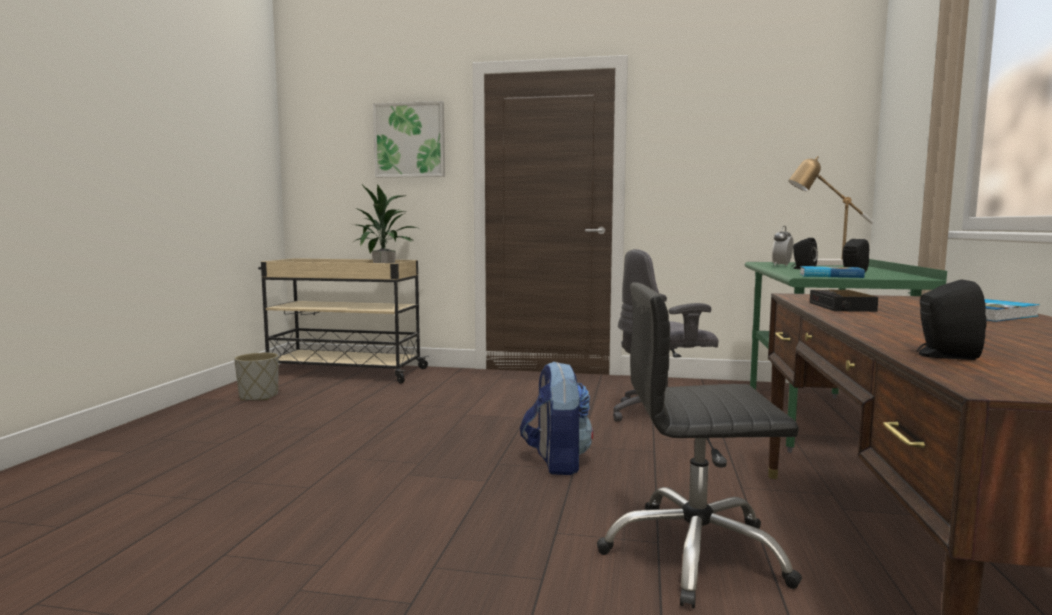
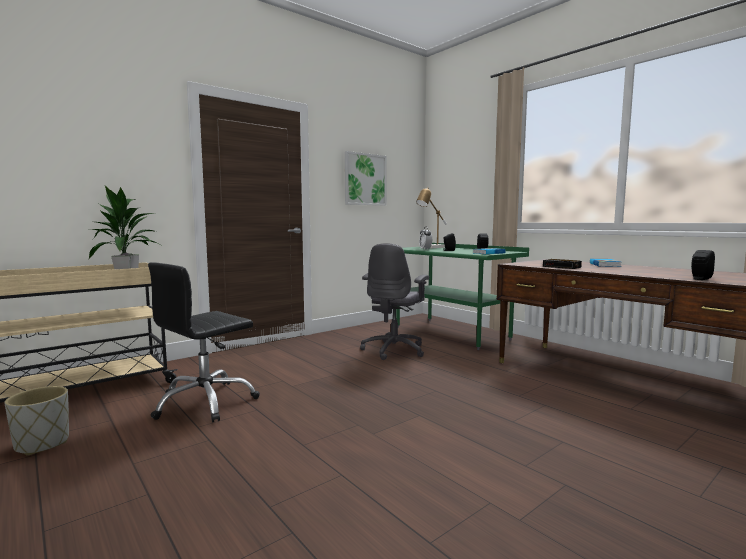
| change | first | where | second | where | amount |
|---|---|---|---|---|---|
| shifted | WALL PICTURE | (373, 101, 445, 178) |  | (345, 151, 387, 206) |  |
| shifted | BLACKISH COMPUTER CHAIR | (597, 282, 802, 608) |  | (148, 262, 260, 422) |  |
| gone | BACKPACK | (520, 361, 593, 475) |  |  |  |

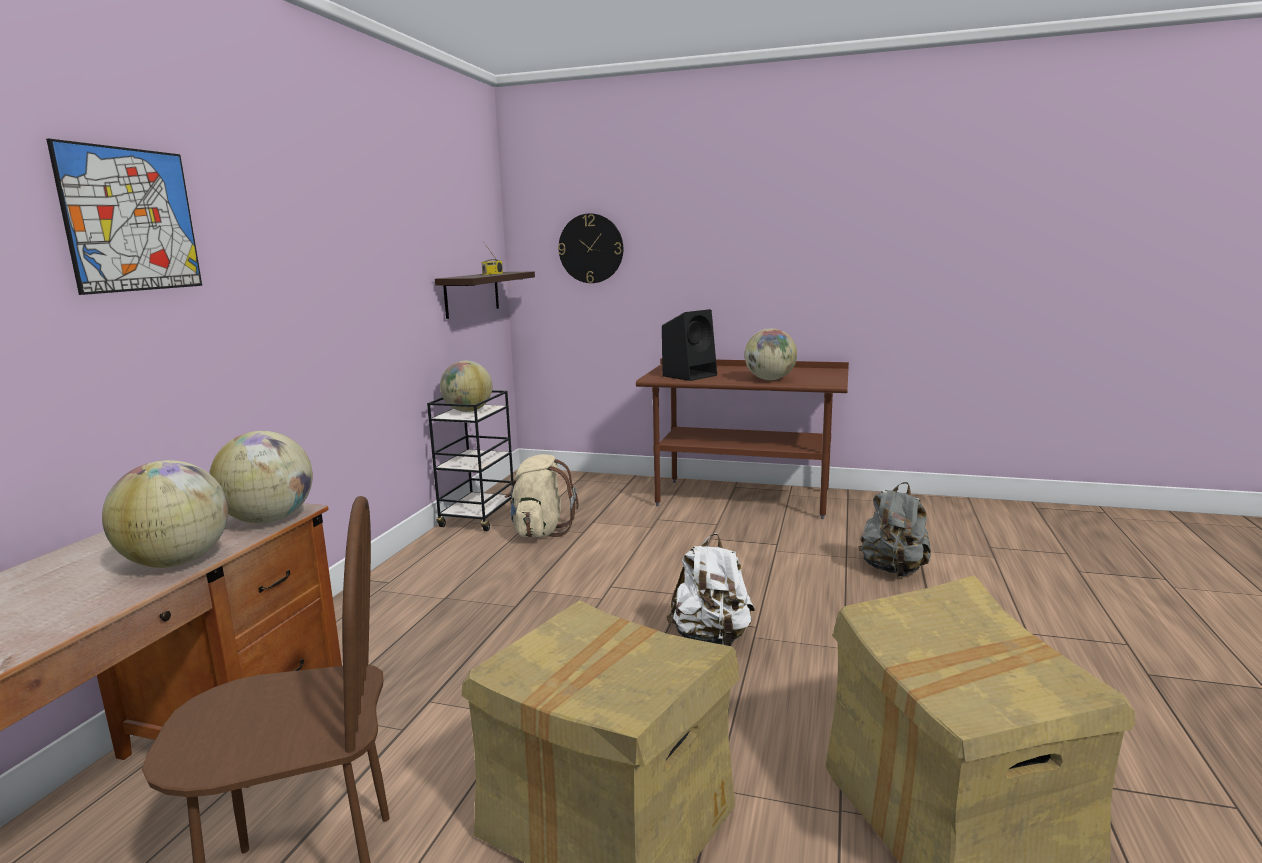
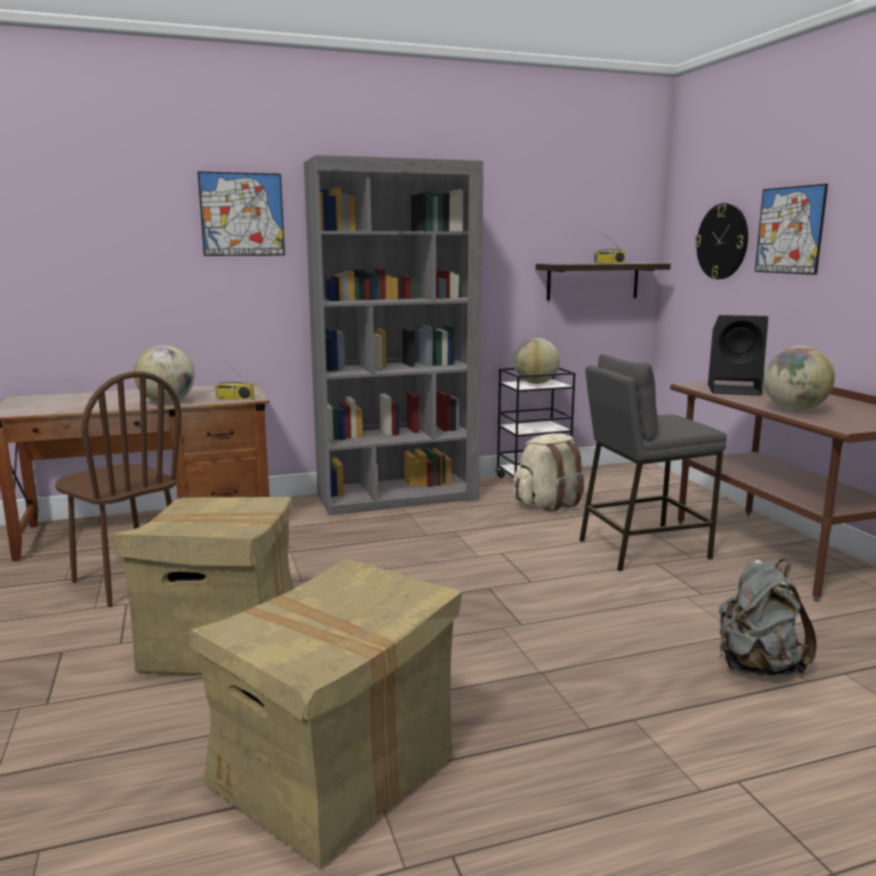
| change | first | where | second | where | amount |
|---|---|---|---|---|---|
| swapped | WORLD GLOBE | (209, 431, 313, 524) | RADIO | (215, 362, 254, 400) |  |
| gone | WHITE-COLOURED BACKPACK | (667, 533, 755, 646) |  |  |  |
| new |  |  | GRAY SHELVING UNIT | (304, 155, 483, 516) |  |
| new |  |  | WALL PICTURE | (755, 184, 828, 275) |  |
| new |  |  | GRAY STOOL SEAT | (579, 354, 727, 571) |  |

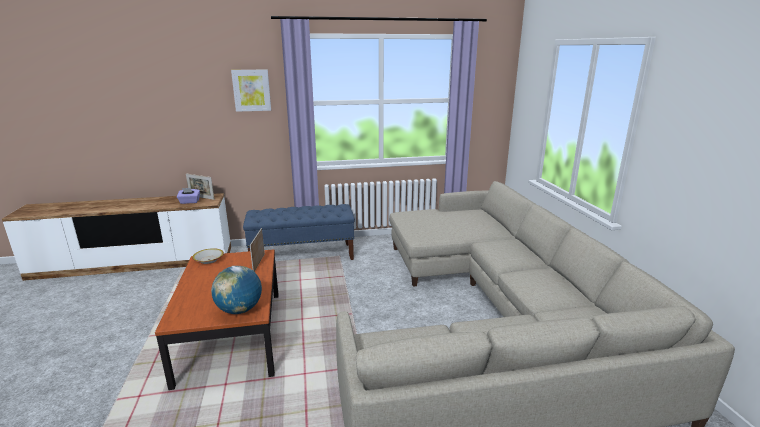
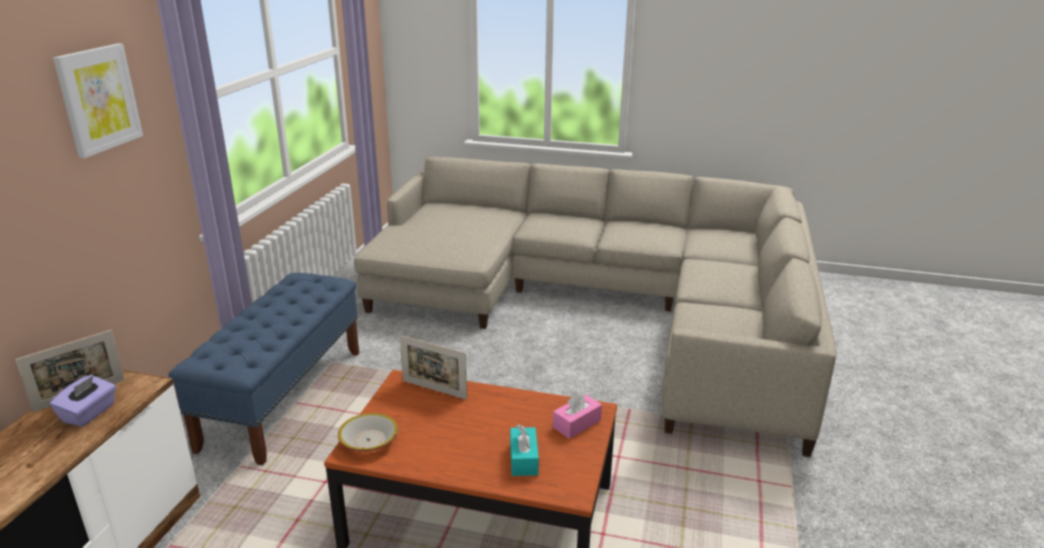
| change | first | where | second | where | amount |
|---|---|---|---|---|---|
| swapped | WORLD GLOBE | (211, 266, 262, 314) | PINK TISSUE HOLDER | (553, 391, 602, 439) |  |
| new |  |  | TURQUOISE TISSUE HOLDER | (510, 424, 539, 476) |  |

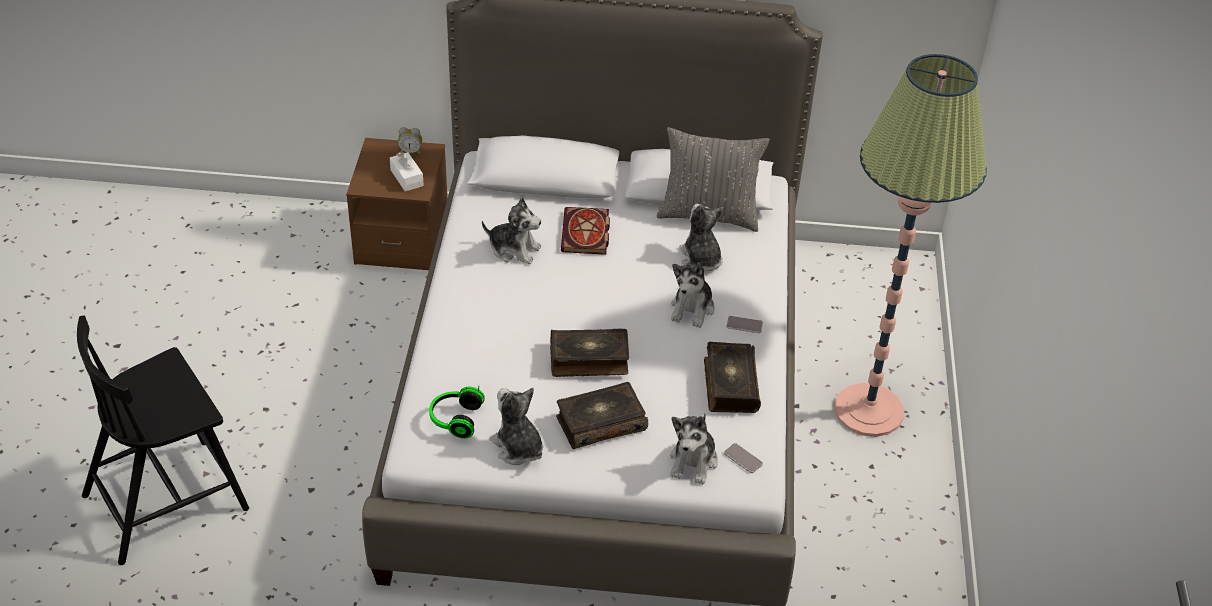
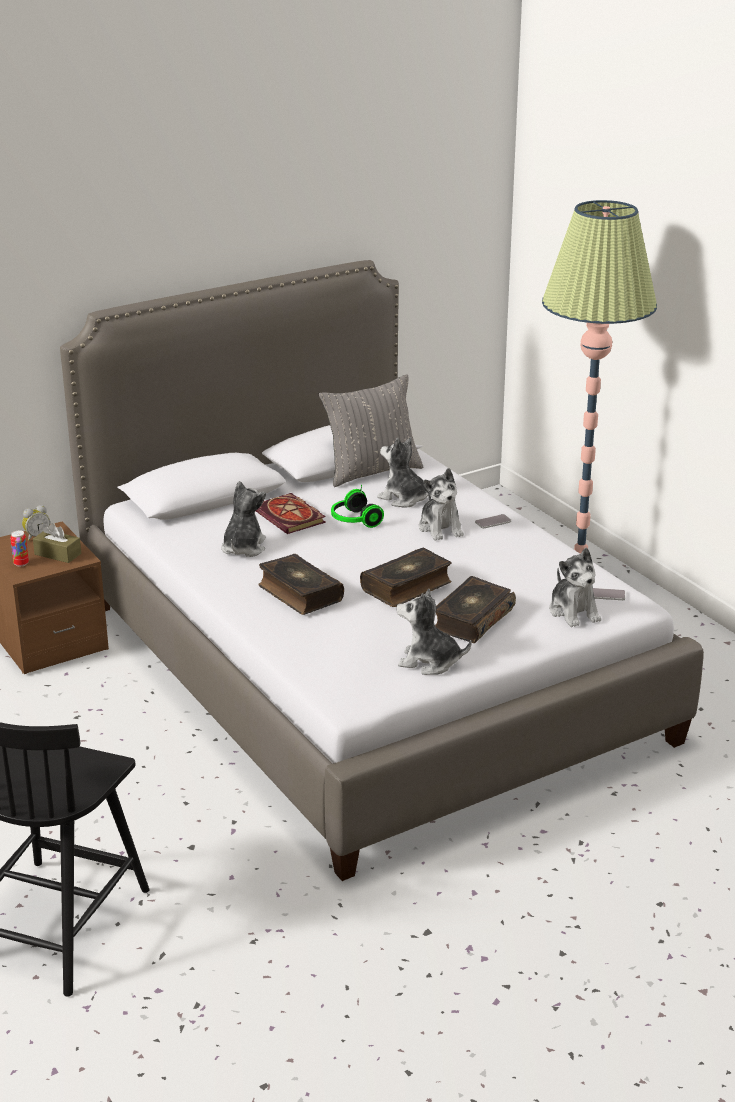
| change | first | where | second | where | amount |
|---|---|---|---|---|---|
| repainted | WHITE-COLOURED TISSUE HOLDER | (390, 152, 424, 191) | BROWNISH TISSUE HOLDER | (33, 523, 81, 563) |  |
| rotated | PLUSH TOY | (482, 197, 541, 264) |  | (221, 481, 266, 557) | 60 degrees counterclockwise |
| shifted | VOLUME | (704, 342, 761, 413) |  | (258, 554, 344, 615) |  |
| shifted | PAIR OF HEADPHONES | (429, 386, 485, 439) |  | (331, 484, 384, 528) |  |
| new |  |  | SEALED CAN | (10, 530, 29, 567) |  |

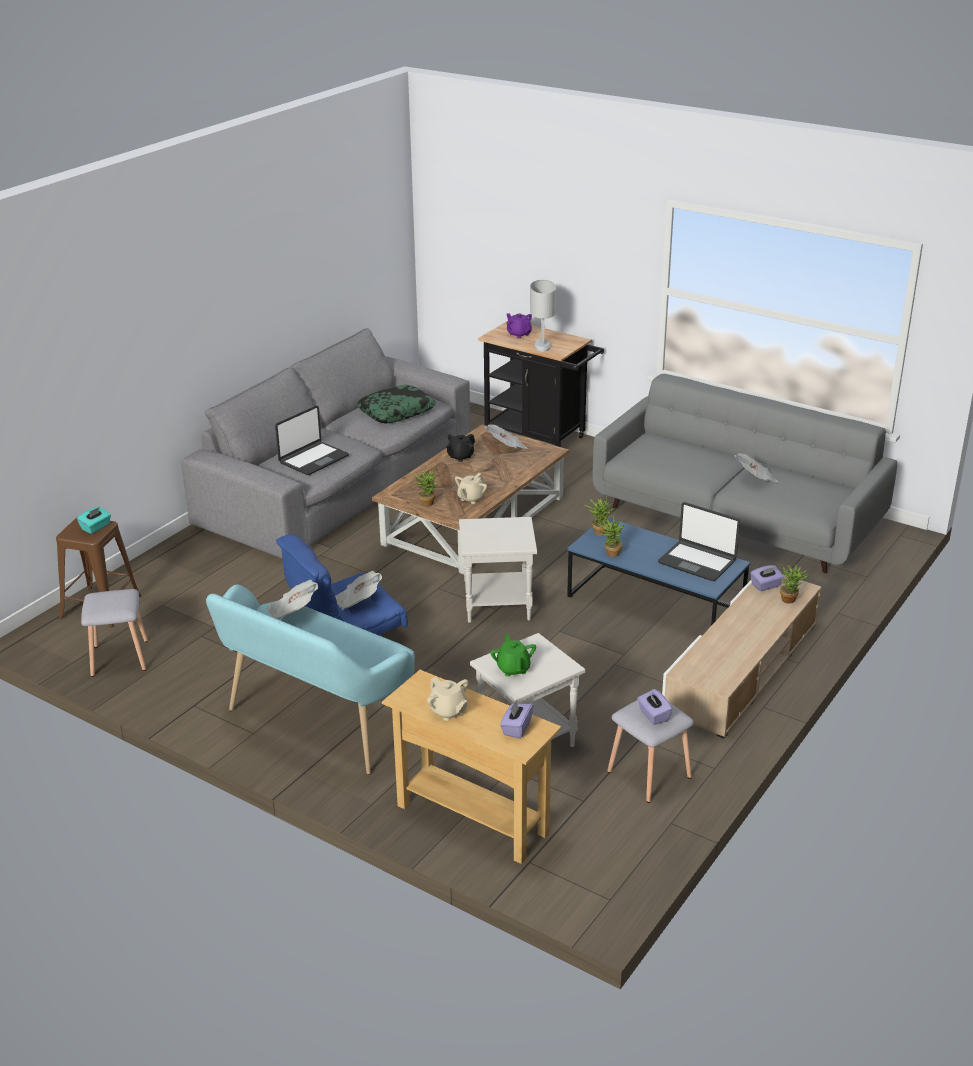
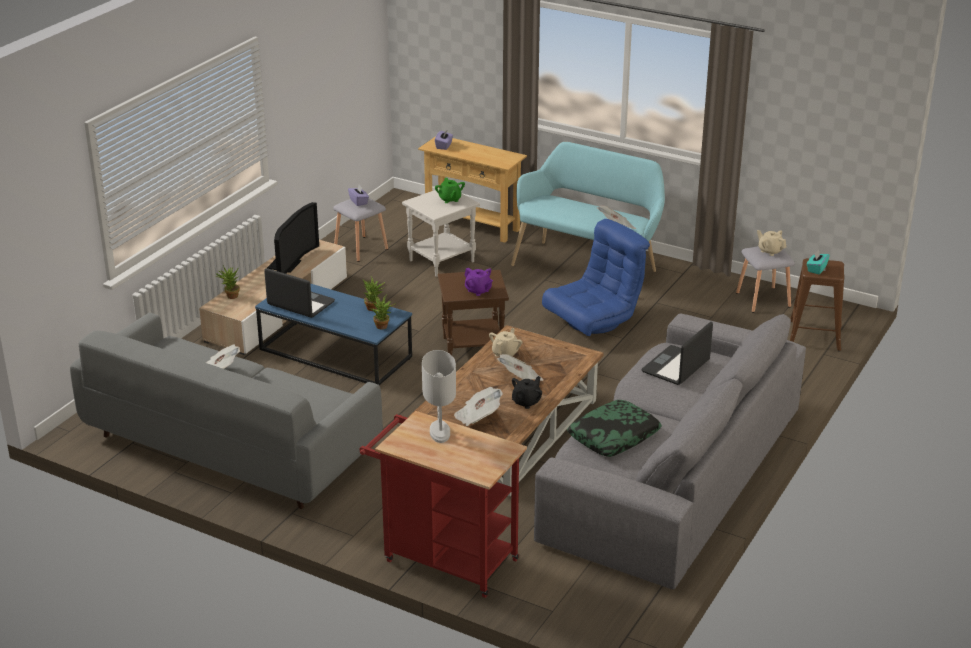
| change | first | where | second | where | amount |
|---|---|---|---|---|---|
| shifted | PURPLE-COLOURED TEA POT | (506, 313, 532, 338) |  | (465, 268, 493, 296) |  |
| repainted | BLACKISH TROLLEY | (478, 322, 604, 447) | REDDISH TROLLEY | (360, 411, 527, 598) |  |
| gone | HOUSEPLANT | (413, 471, 438, 506) |  |  |  |
| repainted | WHITE-COLOURED END TABLE | (459, 517, 537, 623) | BROWNISH END TABLE | (438, 270, 509, 355) |  |
| gone | PURPLE-COLOURED TISSUE HOLDER | (750, 565, 784, 591) |  |  |  |
| shifted | DAILY PAPER | (335, 571, 382, 610) |  | (497, 354, 544, 381) |  |
| shifted | SAND-COLOURED TEA POT | (427, 677, 468, 721) |  | (757, 230, 786, 256) |  |
| new |  |  | TELEVISION | (267, 202, 319, 274) |  |

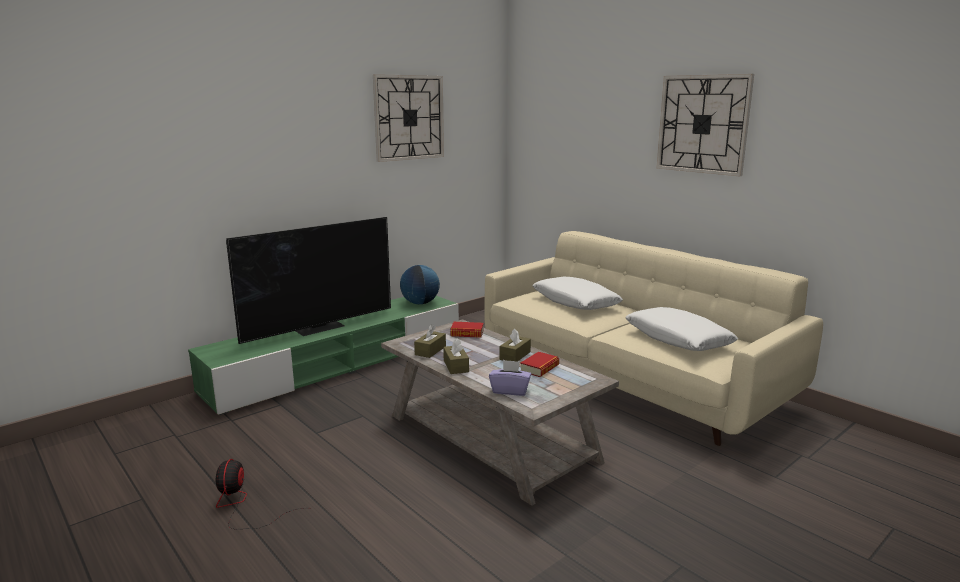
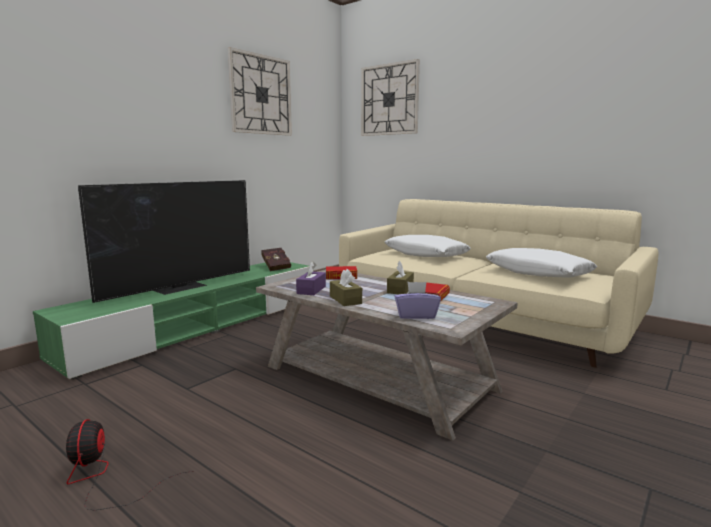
| change | first | where | second | where | amount |
|---|---|---|---|---|---|
| shifted | CLOCK ON THE WALL | (656, 74, 754, 176) |  | (361, 59, 420, 136) |  |
| swapped | WORLD GLOBE | (400, 265, 440, 305) | REDDISH VOLUME | (261, 248, 291, 271) |  |
| repainted | BROWNISH TISSUE HOLDER | (414, 324, 446, 358) | PURPLE-COLOURED TISSUE HOLDER | (296, 261, 326, 295) |  |

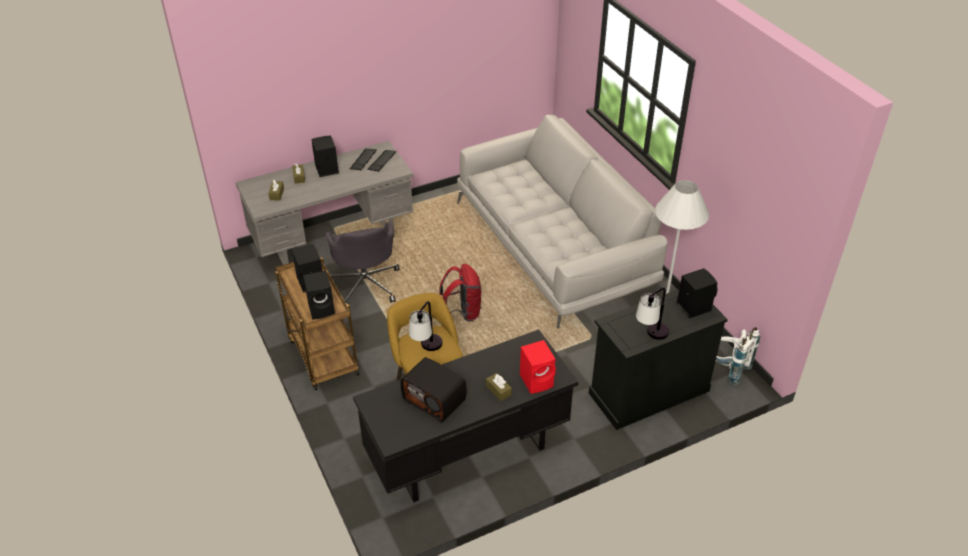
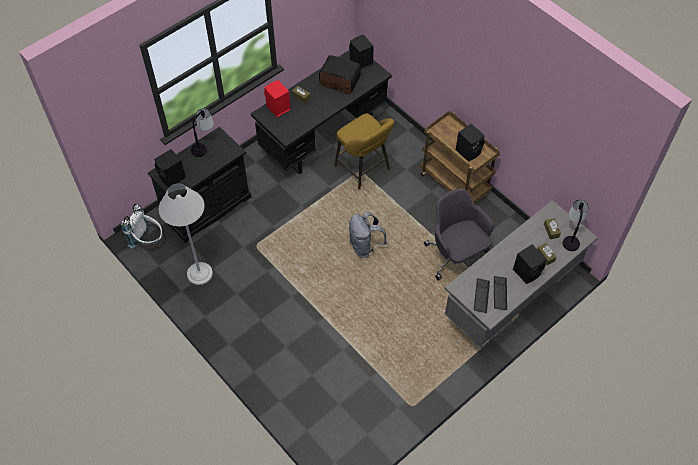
| change | first | where | second | where | amount |
|---|---|---|---|---|---|
| gone | GRAY SOFA | (457, 115, 667, 329) |  |  |  |
| repainted | REDDISH BACKPACK | (439, 264, 481, 322) | GRAY BACKPACK | (349, 212, 387, 258) |  |
| shifted | BLACKISH AUDIO SPEAKER | (303, 271, 335, 319) |  | (349, 35, 374, 70) |  |
| shifted | LAMP FOR A TABLE | (409, 301, 442, 351) |  | (563, 199, 589, 251) |  |

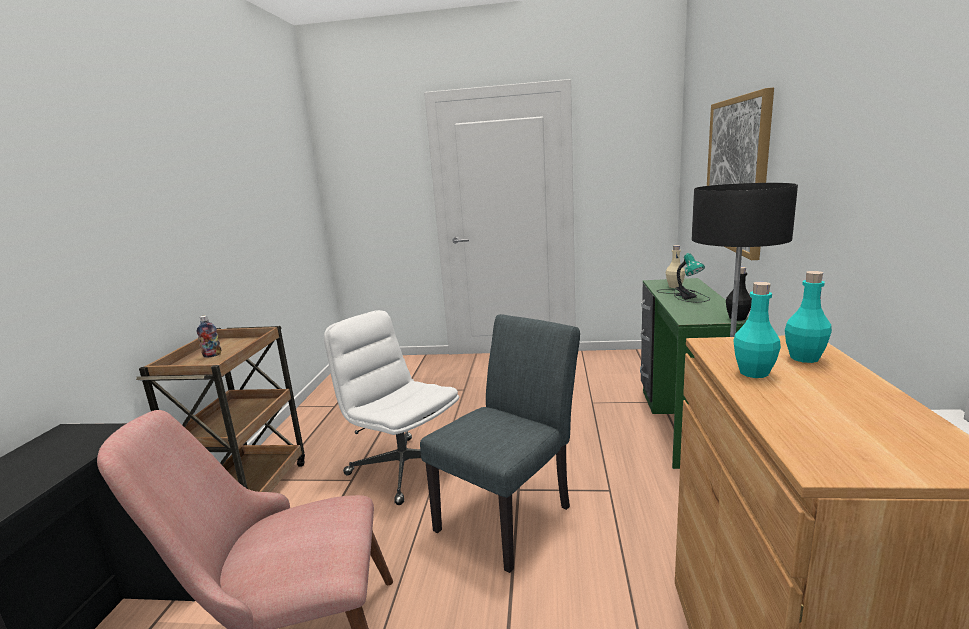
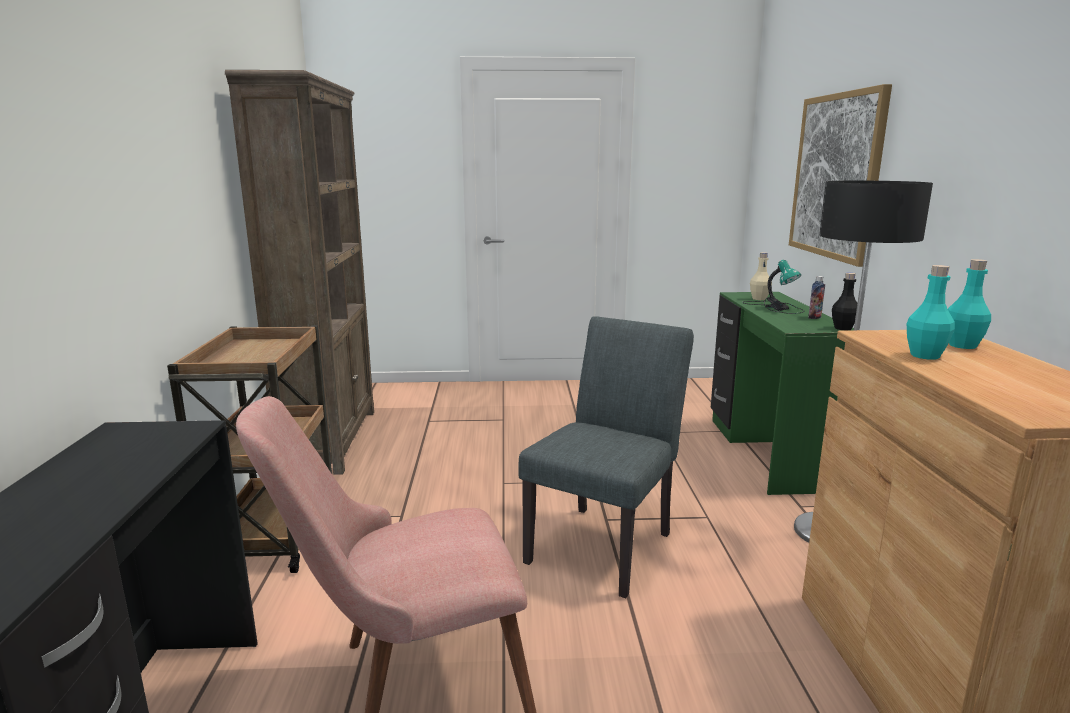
| change | first | where | second | where | amount |
|---|---|---|---|---|---|
| gone | WHITE-COLOURED COMPUTER CHAIR | (324, 310, 459, 505) |  |  |  |
| shifted | DRINK BOTTLE | (197, 315, 221, 358) |  | (808, 276, 825, 319) |  |
| new |  |  | BROWNISH SHELVING UNIT | (225, 70, 374, 475) |  |

